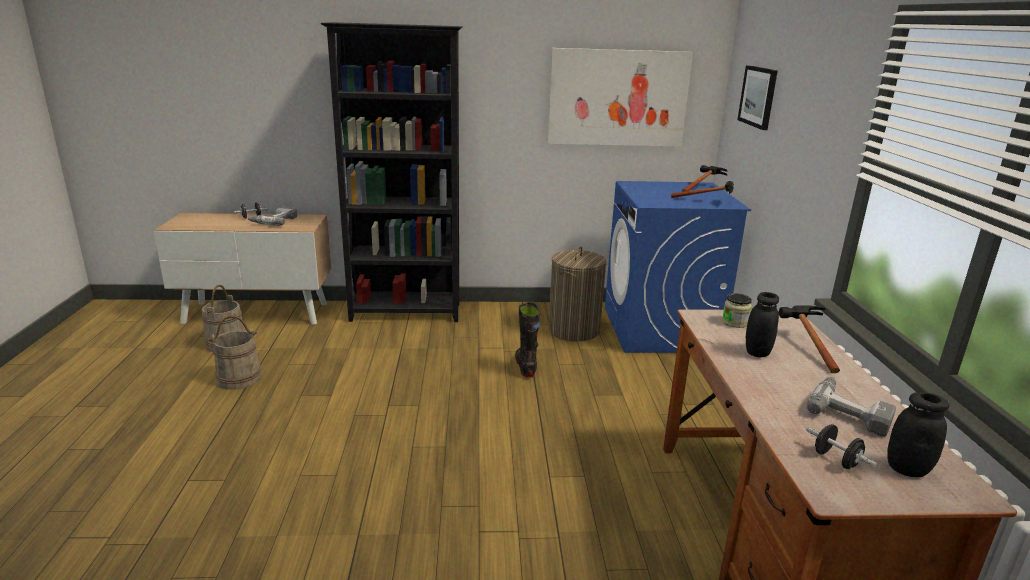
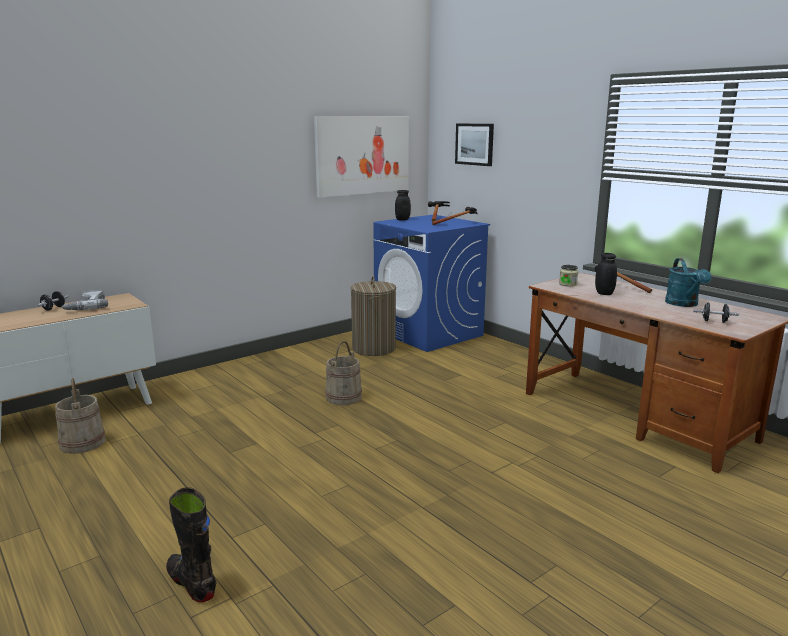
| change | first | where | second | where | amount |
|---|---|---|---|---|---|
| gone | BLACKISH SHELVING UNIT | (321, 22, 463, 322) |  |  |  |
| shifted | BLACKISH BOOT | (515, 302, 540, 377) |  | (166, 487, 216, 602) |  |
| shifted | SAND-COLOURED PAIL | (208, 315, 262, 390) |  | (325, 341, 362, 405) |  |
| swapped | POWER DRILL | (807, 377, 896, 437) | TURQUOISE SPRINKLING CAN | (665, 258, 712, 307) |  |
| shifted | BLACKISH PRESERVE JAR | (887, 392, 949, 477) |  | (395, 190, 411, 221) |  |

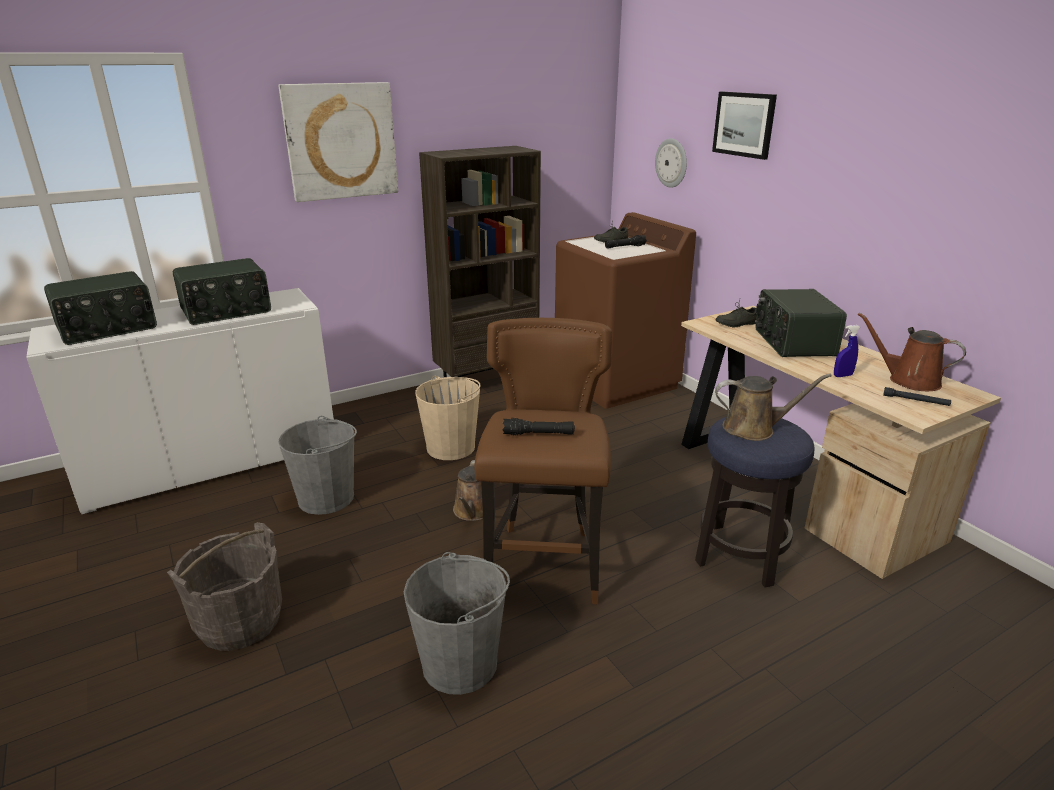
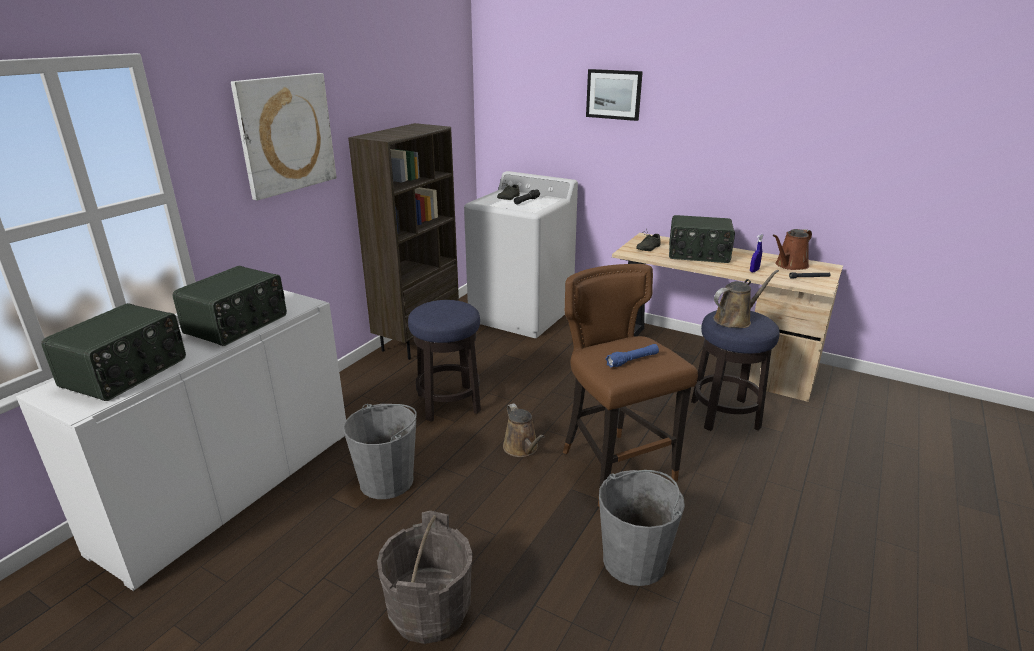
| change | first | where | second | where | amount |
|---|---|---|---|---|---|
| gone | CLOCK ON THE WALL | (655, 138, 687, 188) |  |  |  |
| repainted | BROWNISH LAUNDRY MACHINE | (555, 212, 696, 409) | WHITE-COLOURED LAUNDRY MACHINE | (464, 171, 578, 338) |  |
| rotated | RADIO | (755, 289, 847, 357) |  | (669, 215, 735, 263) | 45 degrees counterclockwise |
| rotated | BROWNISH SPRINKLING CAN | (857, 313, 966, 391) |  | (773, 229, 812, 270) | 45 degrees counterclockwise |
| swapped | SAND-COLOURED PAIL | (415, 376, 480, 460) | STOOL SEAT | (408, 300, 481, 422) |  |
| repainted | BLACKISH FLASHLIGHT | (503, 418, 575, 436) | BLUE-COLOURED FLASHLIGHT | (605, 344, 659, 368) |  |

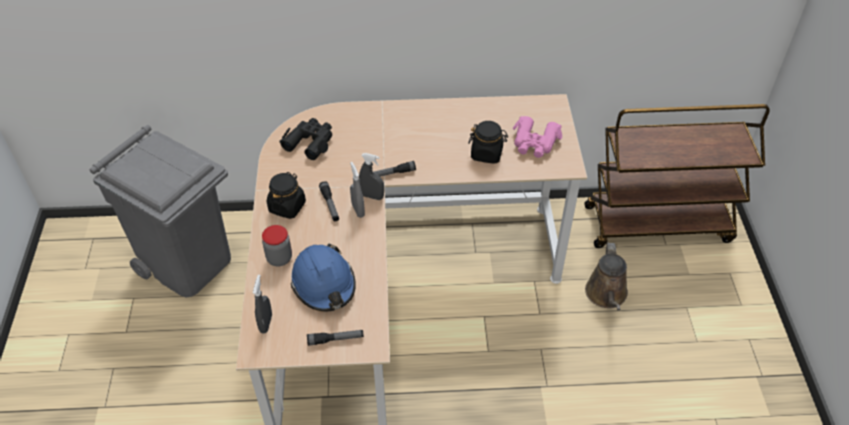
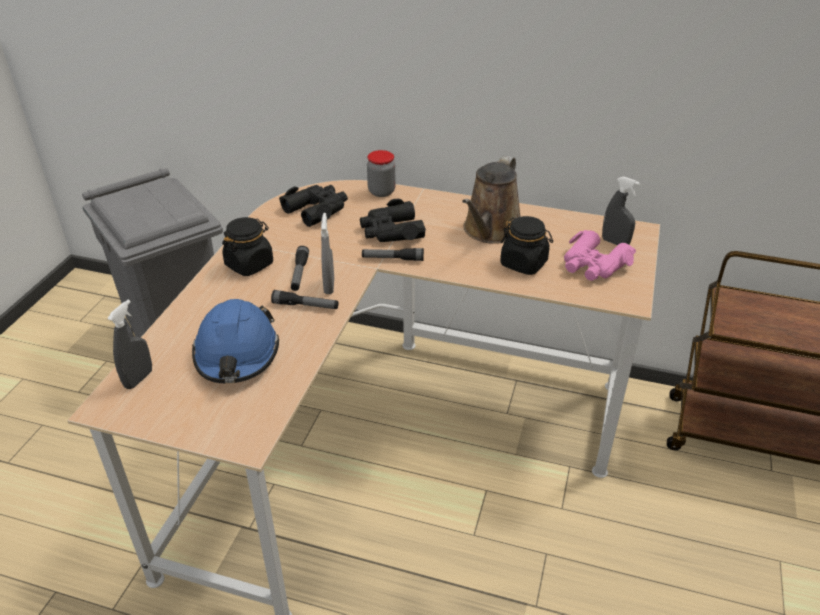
| change | first | where | second | where | amount |
|---|---|---|---|---|---|
| shifted | GRAY SPRAYER | (359, 153, 384, 200) |  | (602, 176, 640, 245) |  |
| shifted | PRESERVE JAR | (262, 225, 292, 266) |  | (367, 150, 396, 197) |  |
| shifted | BROWNISH SPRINKLING CAN | (585, 243, 628, 311) |  | (462, 156, 521, 244) |  |
| shifted | FLASHLIGHT | (307, 330, 364, 346) |  | (271, 290, 338, 309) |  |
| new |  |  | BLACKISH BINOCULARS | (360, 199, 426, 242) |  |

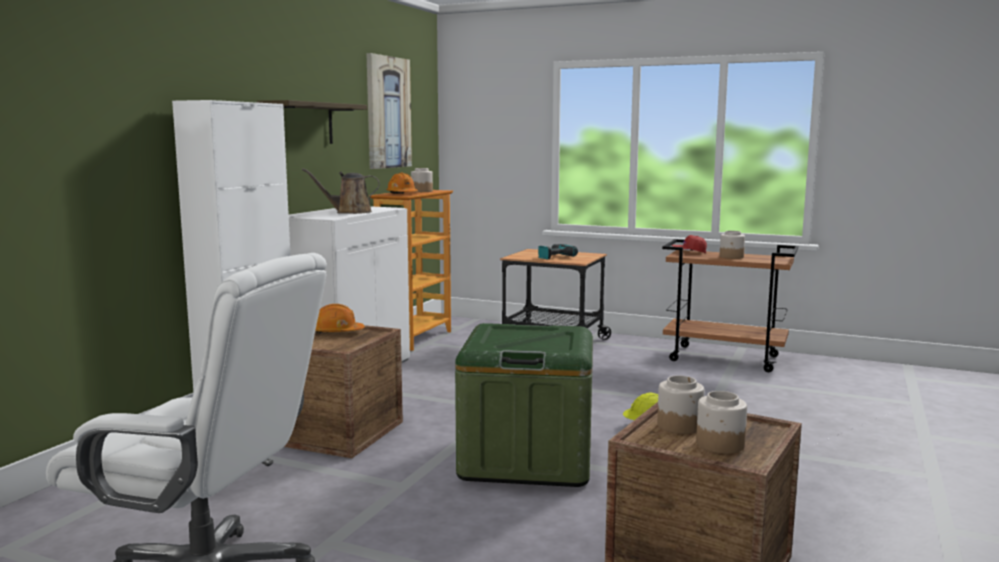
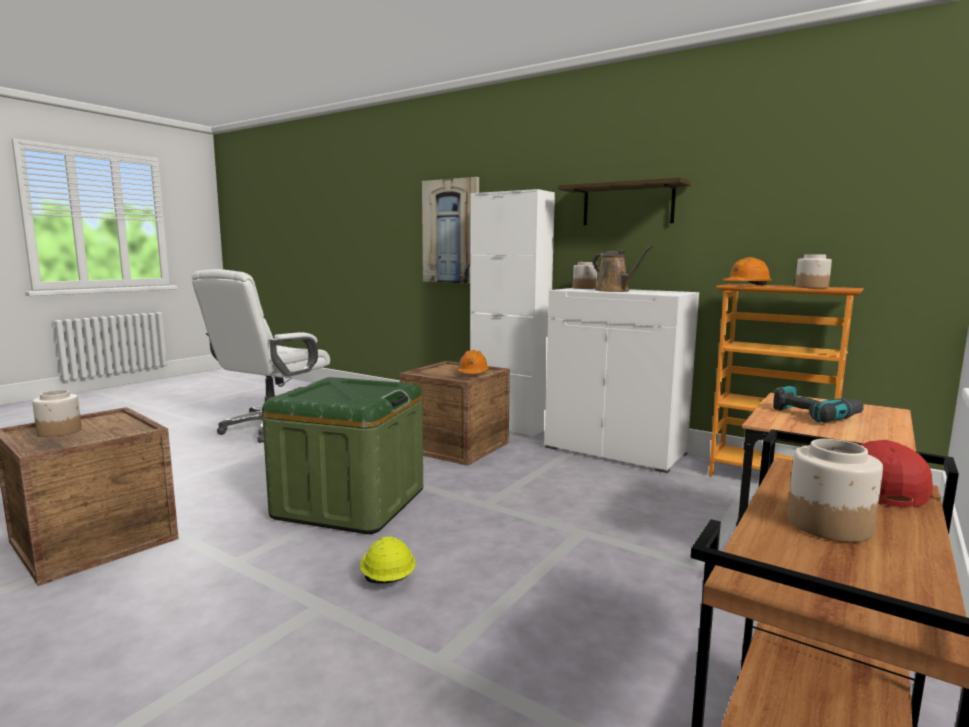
| change | first | where | second | where | amount |
|---|---|---|---|---|---|
| shifted | WALL PICTURE | (366, 53, 412, 169) |  | (422, 177, 479, 284) |  |
| rotated | BROWNISH SPRINKLING CAN | (302, 168, 380, 214) |  | (593, 246, 653, 292) | 150 degrees clockwise |
| shifted | PRESERVE JAR | (657, 376, 704, 434) |  | (573, 262, 597, 289) |  |

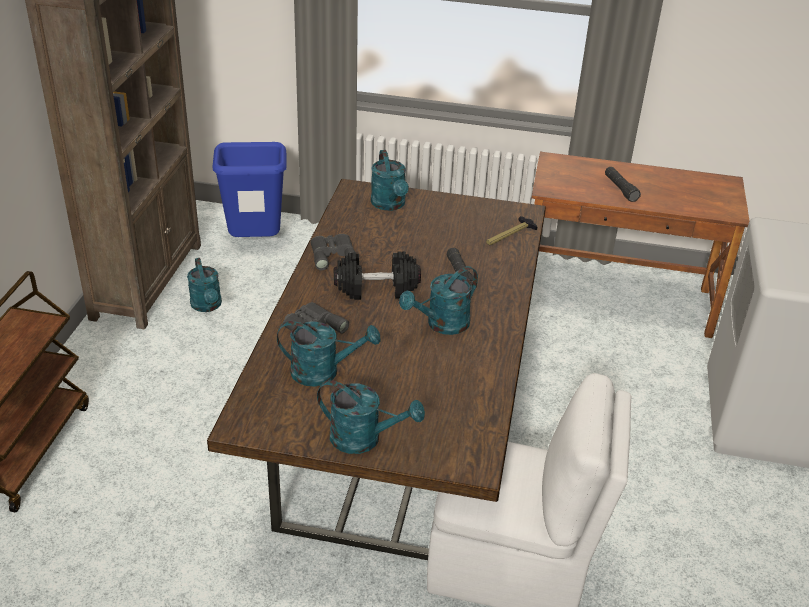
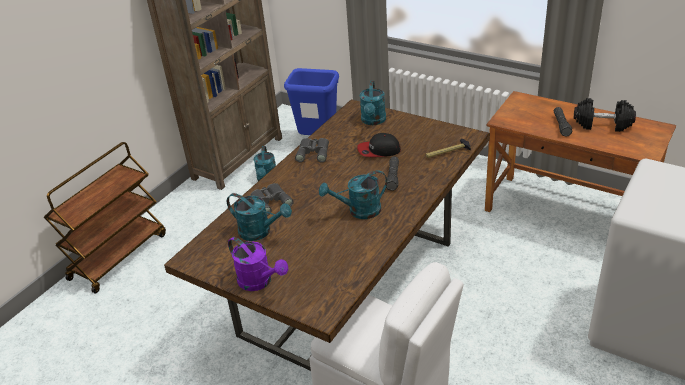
| change | first | where | second | where | amount |
|---|---|---|---|---|---|
| shifted | BLACKISH HAND WEIGHT | (334, 251, 421, 300) |  | (574, 98, 636, 132) |  |
| repainted | TURQUOISE SPRINKLING CAN | (317, 380, 425, 454) | PURPLE-COLOURED SPRINKLING CAN | (228, 237, 288, 291) |  |
| new |  |  | BASEBALL CAP | (357, 133, 401, 157) |  |

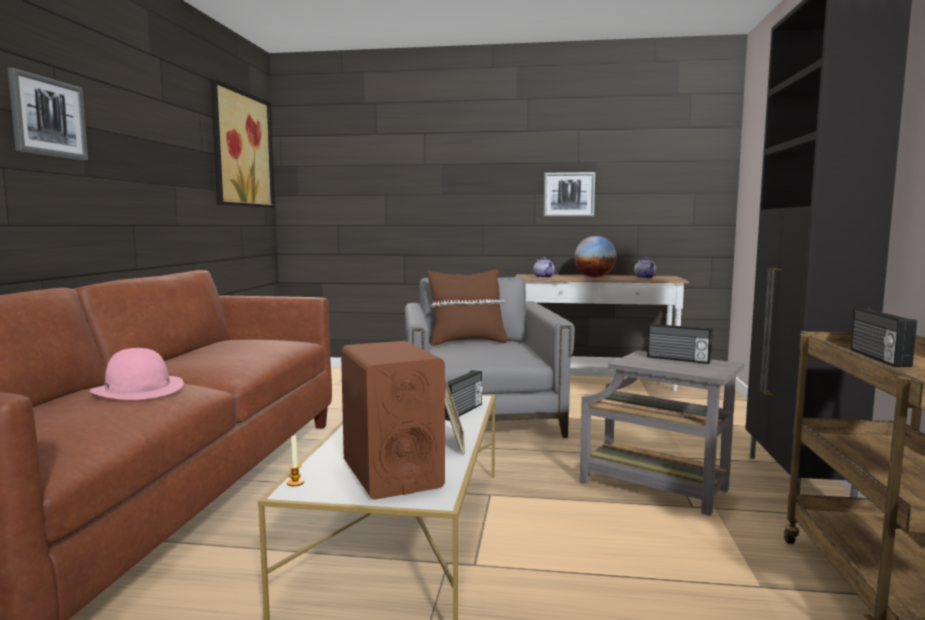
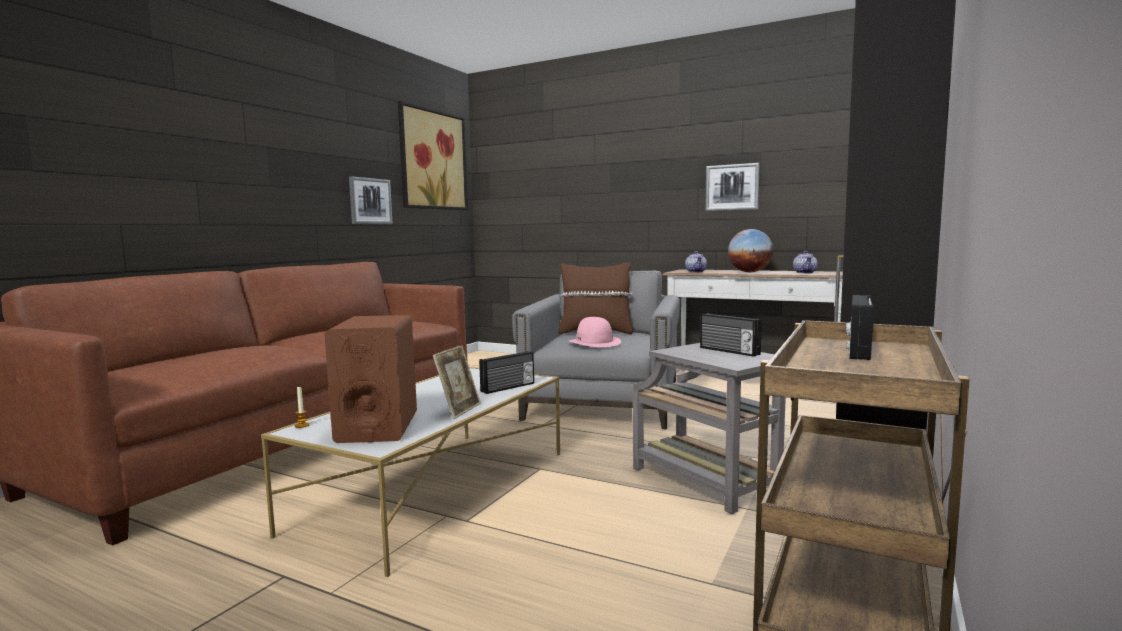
| change | first | where | second | where | amount |
|---|---|---|---|---|---|
| shifted | WALL PICTURE | (8, 68, 88, 160) |  | (349, 176, 393, 224) |  |
| shifted | PINK WEARABLE HAT | (90, 348, 184, 400) |  | (569, 317, 621, 347) |  |

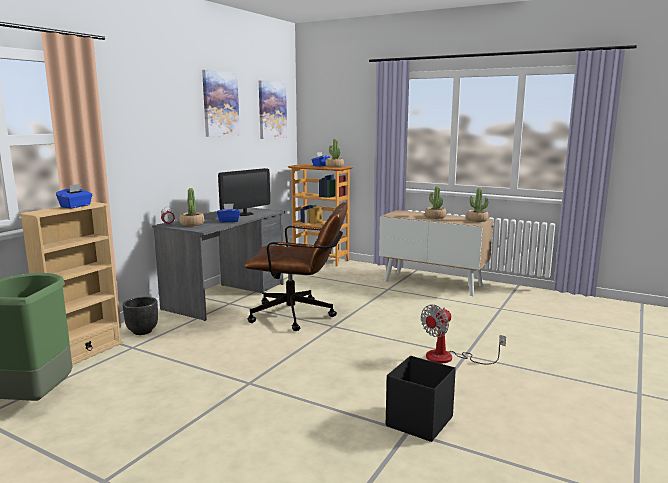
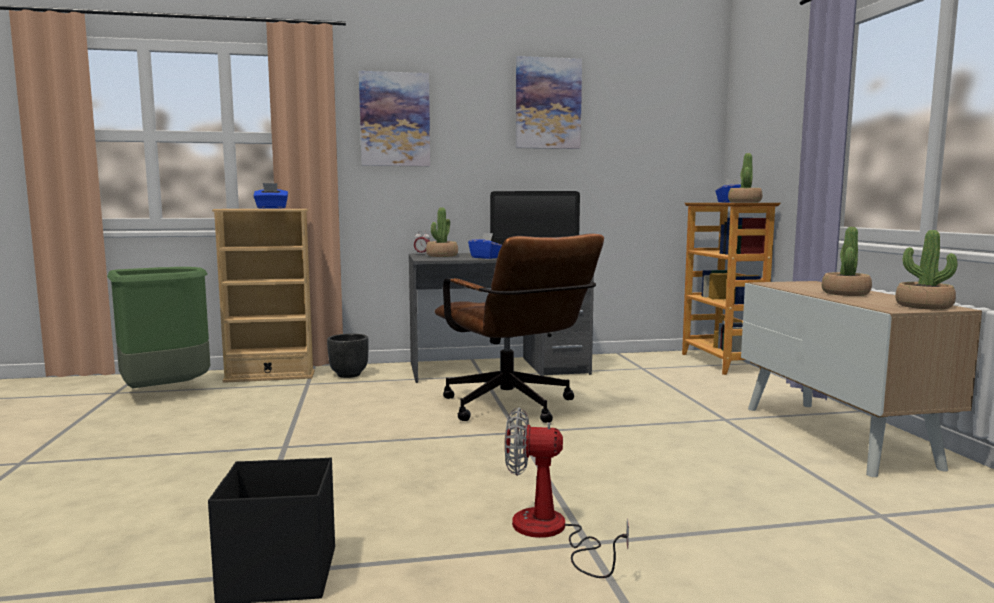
| change | first | where | second | where | amount |
|---|---|---|---|---|---|
| shifted | WALL PICTURE | (259, 81, 287, 139) |  | (359, 71, 430, 166) |  |

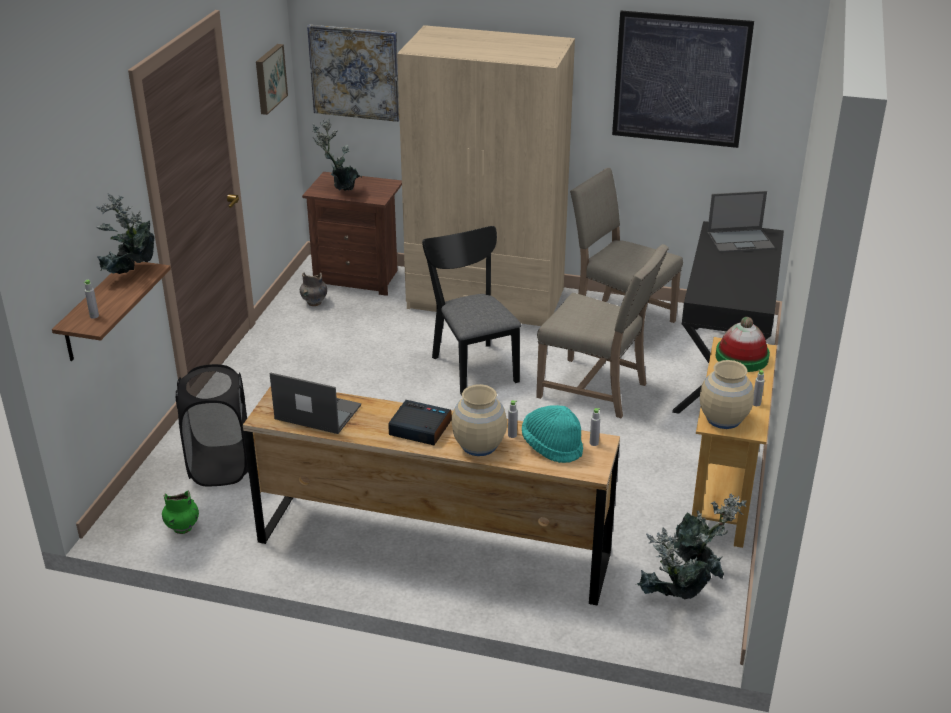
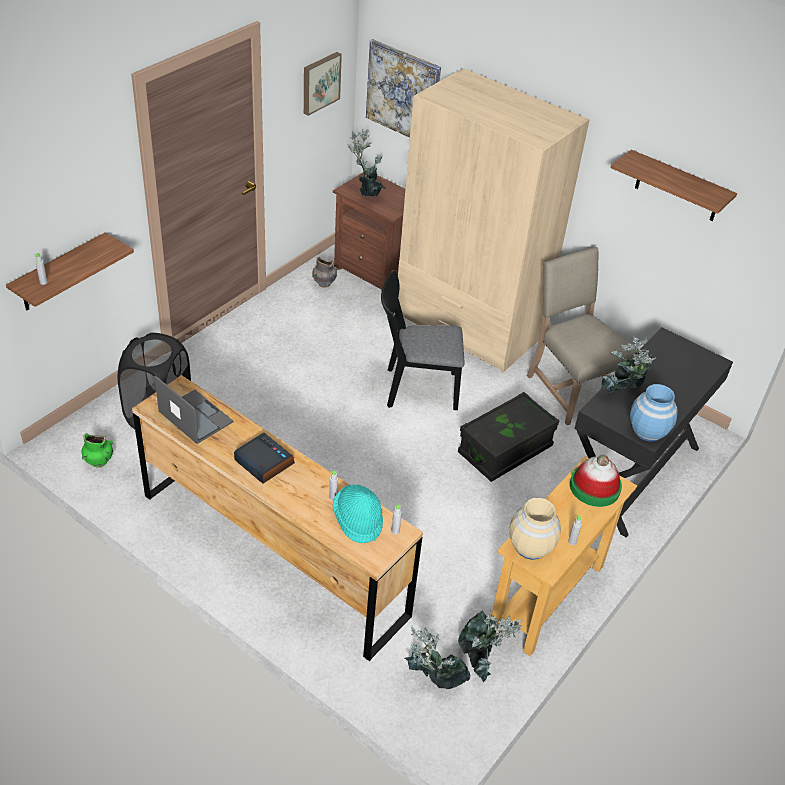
| change | first | where | second | where | amount |
|---|---|---|---|---|---|
| swapped | WALL PICTURE | (612, 11, 754, 148) | SHELF | (611, 150, 737, 221) |  |
| gone | PORTABLE COMPUTER | (707, 191, 775, 253) |  |  |  |
| shifted | HOUSEPLANT | (96, 193, 155, 274) |  | (600, 336, 656, 394) |  |
| rotated | BLACKISH CHAIR | (422, 226, 521, 395) |  | (381, 270, 464, 410) | 90 degrees counterclockwise |
| swapped | SAND-COLOURED CHAIR | (536, 244, 669, 418) | BLACKISH STORAGE BIN | (458, 392, 559, 482) |  |
| gone | SAND-COLOURED DECORATIVE VASE | (452, 384, 507, 456) |  |  |  |
| new |  |  | BLUE-COLOURED DECORATIVE VASE | (630, 384, 678, 441) |  |

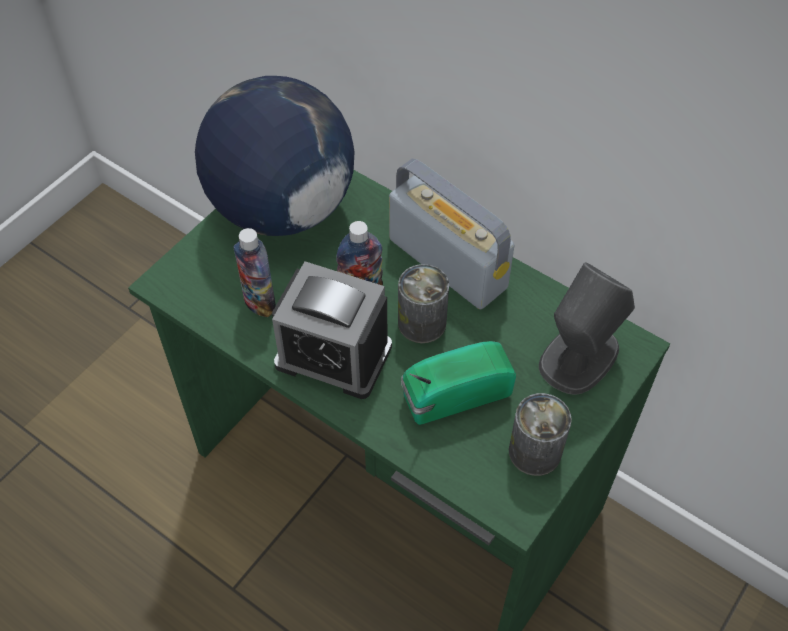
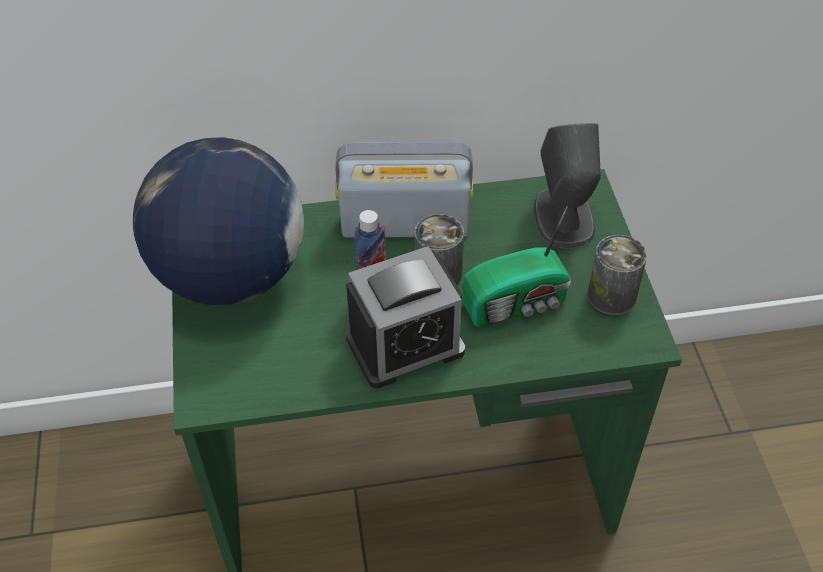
| change | first | where | second | where | amount |
|---|---|---|---|---|---|
| gone | DRINK BOTTLE | (233, 228, 276, 317) |  |  |  |
| rotated | RADIO | (401, 341, 516, 425) |  | (462, 205, 571, 327) | 135 degrees counterclockwise |

